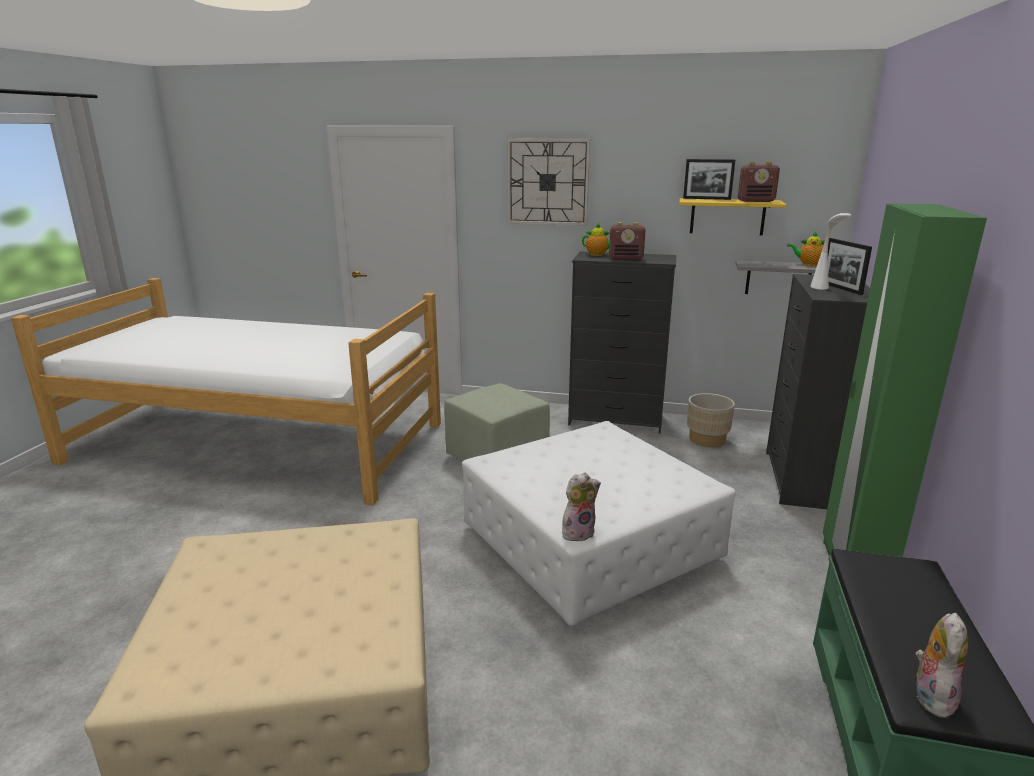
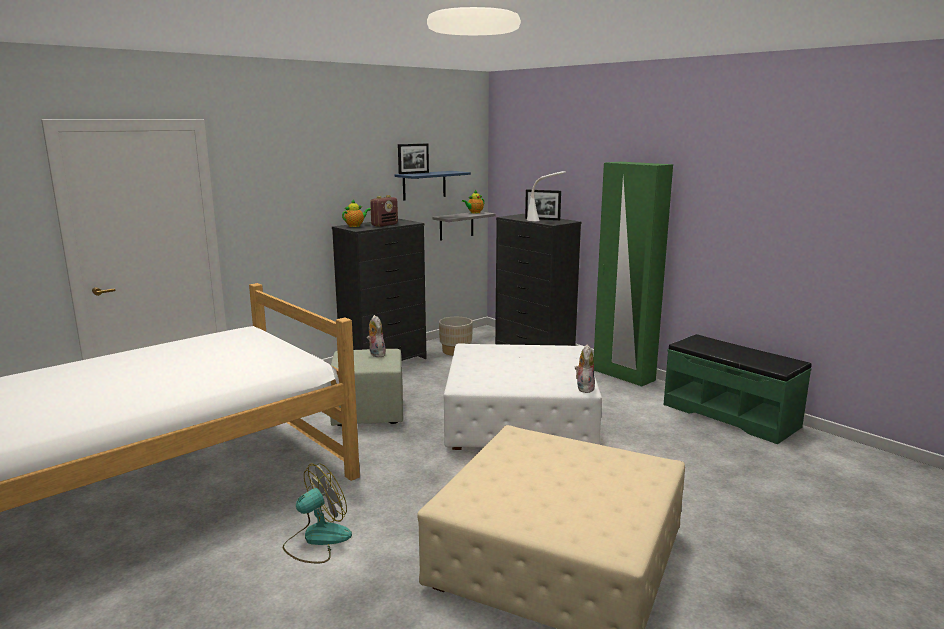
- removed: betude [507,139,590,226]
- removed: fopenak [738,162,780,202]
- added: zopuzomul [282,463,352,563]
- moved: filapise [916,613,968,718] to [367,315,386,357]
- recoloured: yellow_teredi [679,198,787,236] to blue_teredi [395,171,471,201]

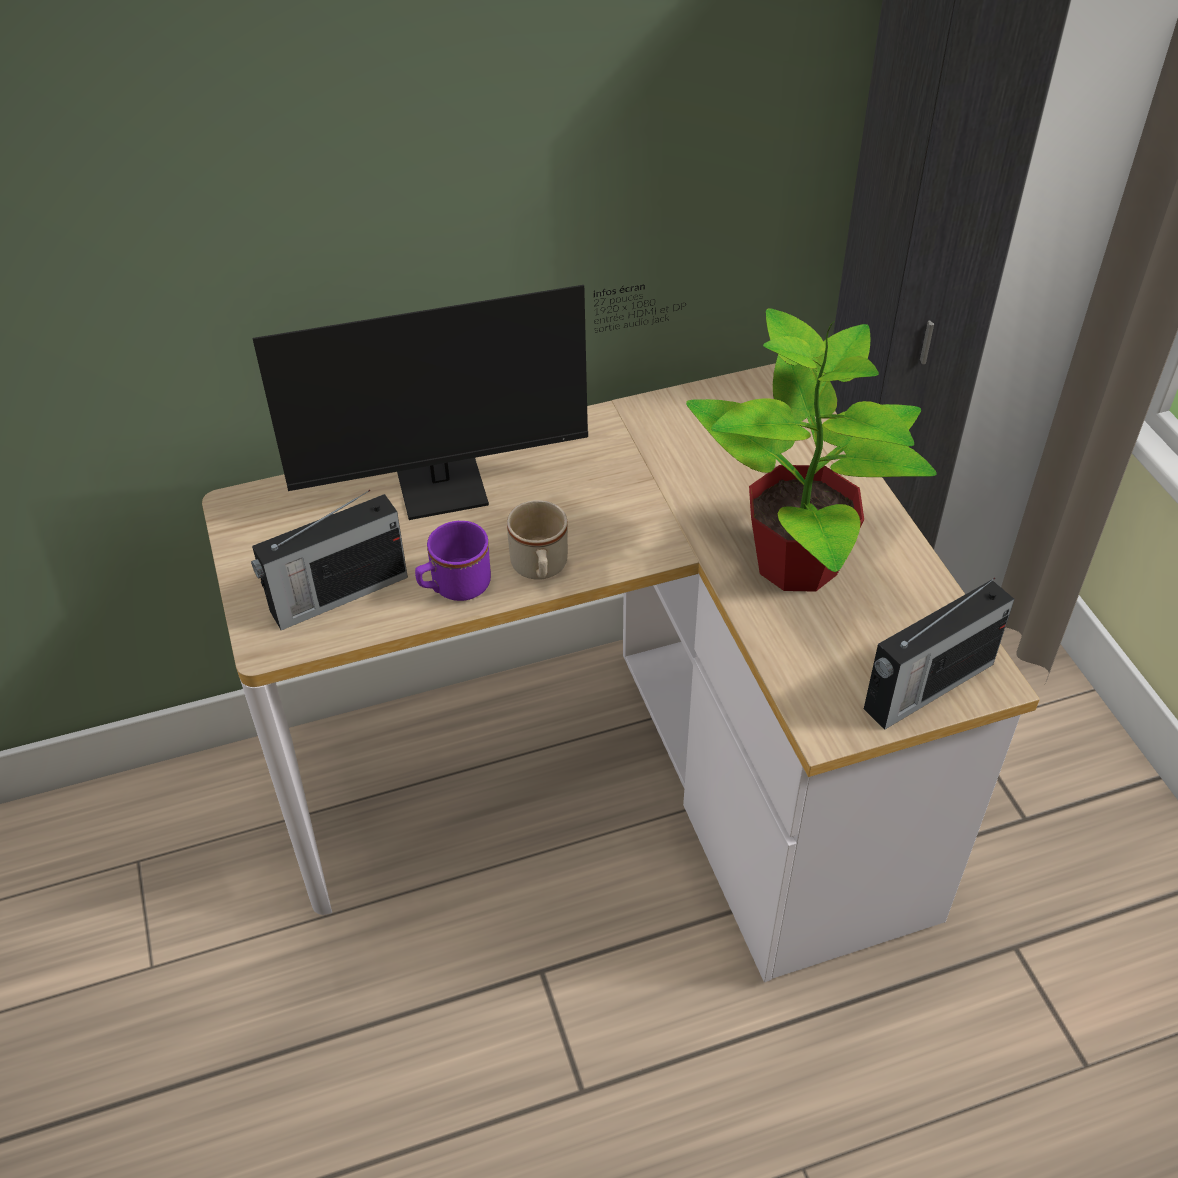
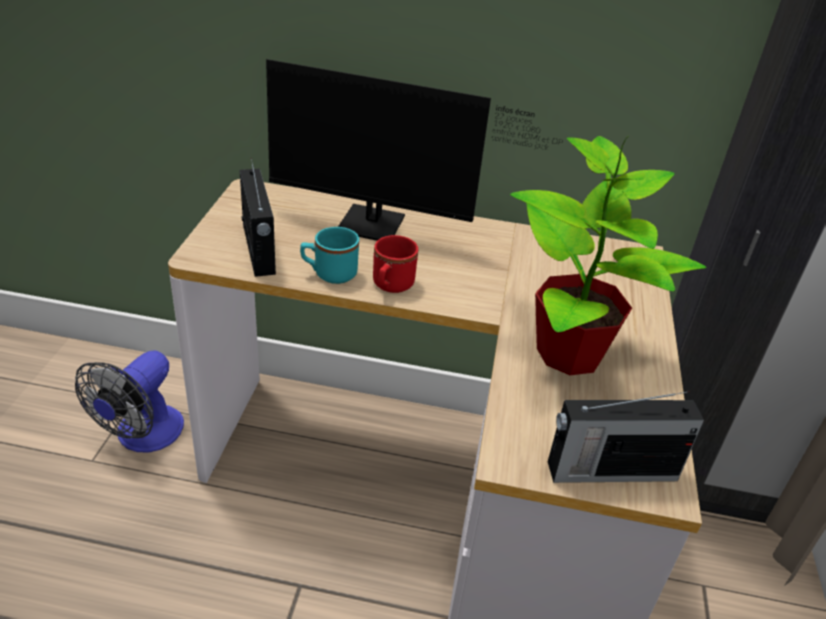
- added: zopuzomul [75,350,184,453]
- recoloured: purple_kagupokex [415,521,491,601] to turquoise_kagupokex [300,227,359,284]
- recoloured: beige_kagupokex [507,500,568,580] to red_kagupokex [373,235,418,293]
- turned: fopenak [251,490,408,630] = [240,158,276,277] 105 degrees counterclockwise

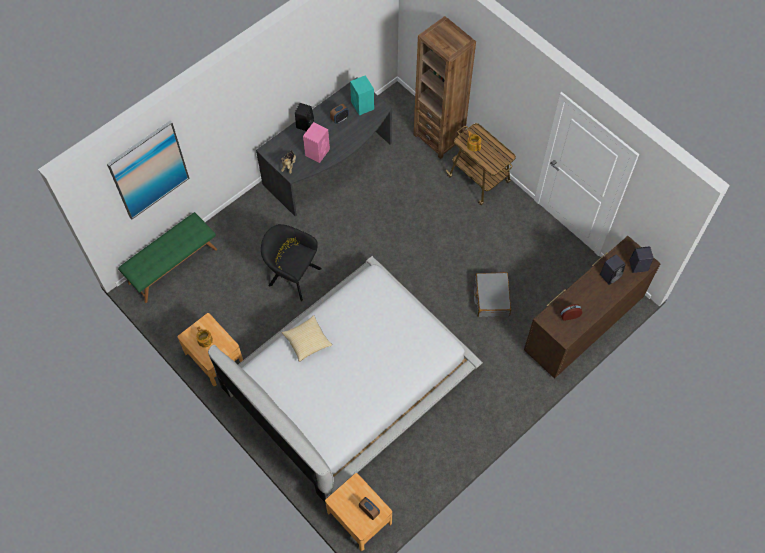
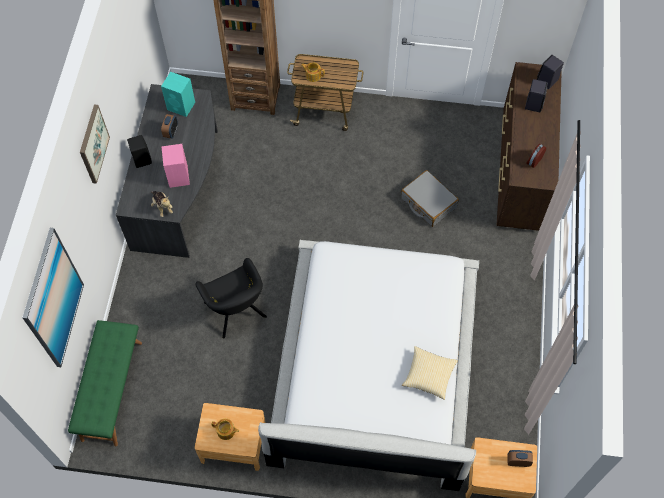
- added: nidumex [80,105,110,184]
- moved: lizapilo [282,315,332,362] to [402,346,458,400]
- turned: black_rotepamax [261,224,322,301] = [196,258,267,339] 105 degrees counterclockwise

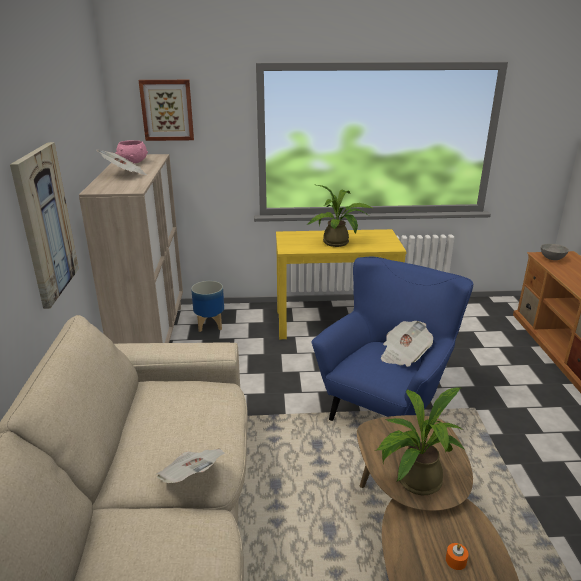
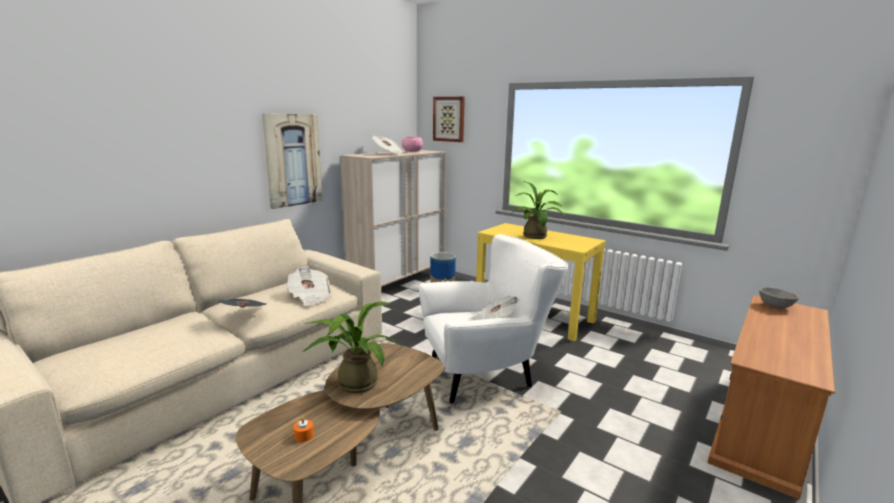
- added: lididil [287,267,331,306]
- recoloured: blue_rotepamax [312,257,473,421] to white_rotepamax [418,234,569,403]

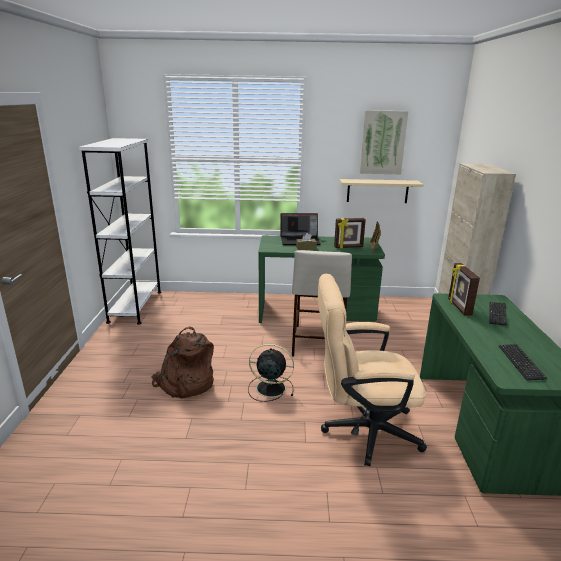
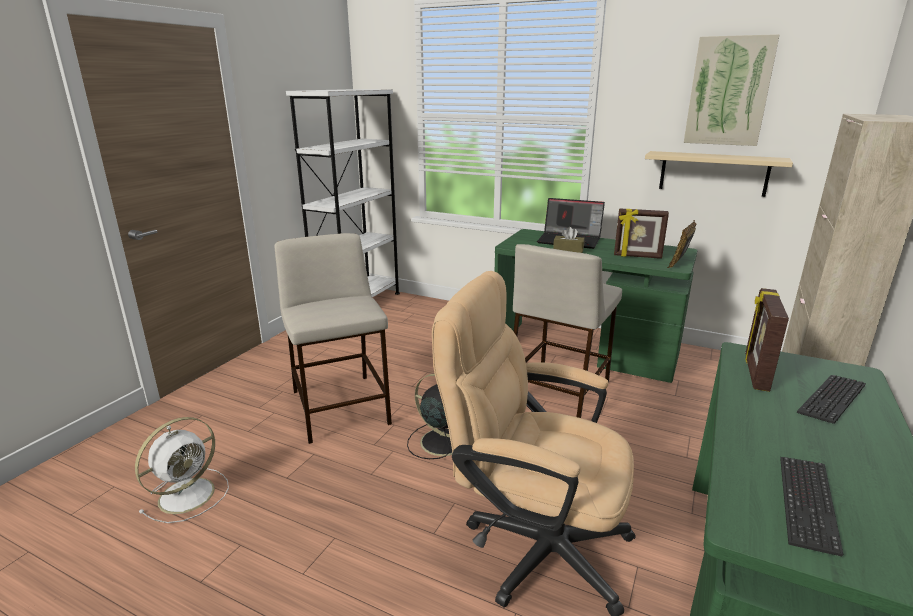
- added: white_zopuzomul [135,417,229,523]
- replaced: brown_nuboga [151,327,214,398] to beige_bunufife [274,233,392,444]

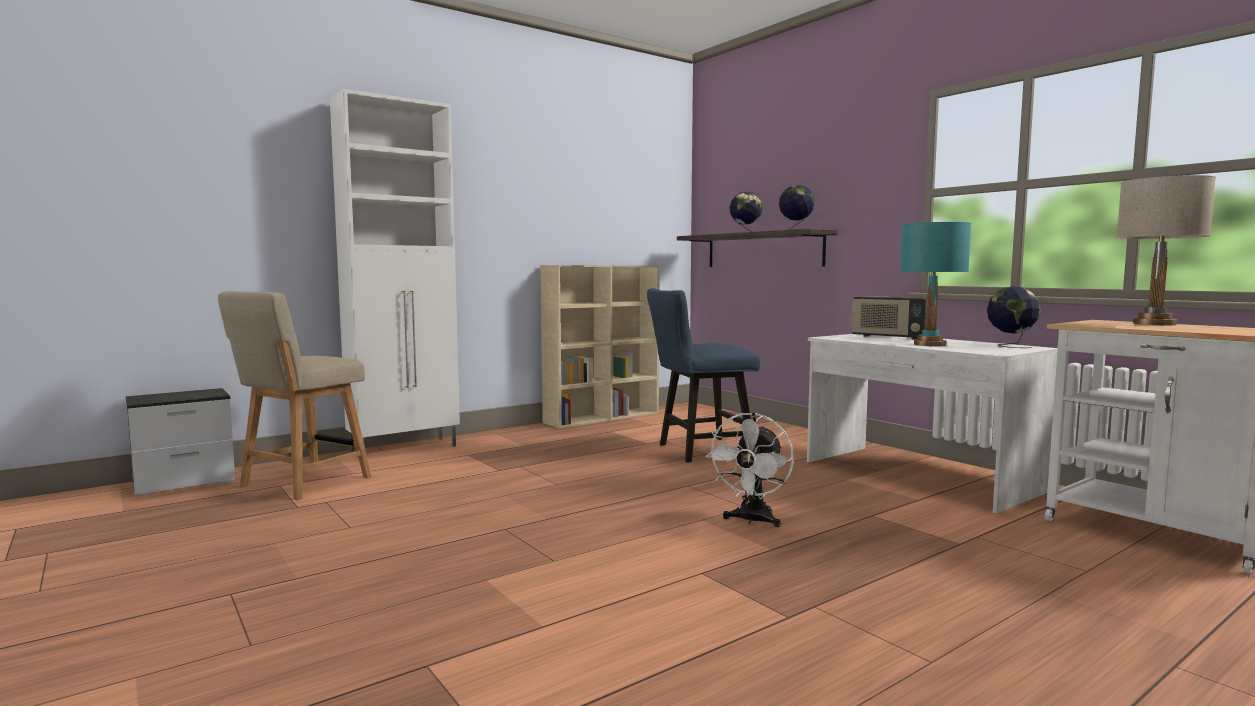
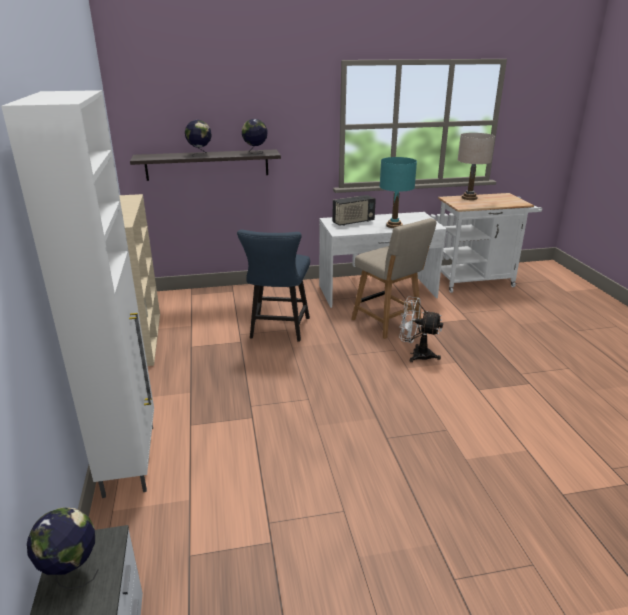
- moved: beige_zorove [218,291,371,500] to [351,218,436,339]
- moved: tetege [987,286,1041,348] to [27,507,99,589]
- turned: white_zopuzomul [706,412,794,527] = [399,296,443,362] 150 degrees clockwise

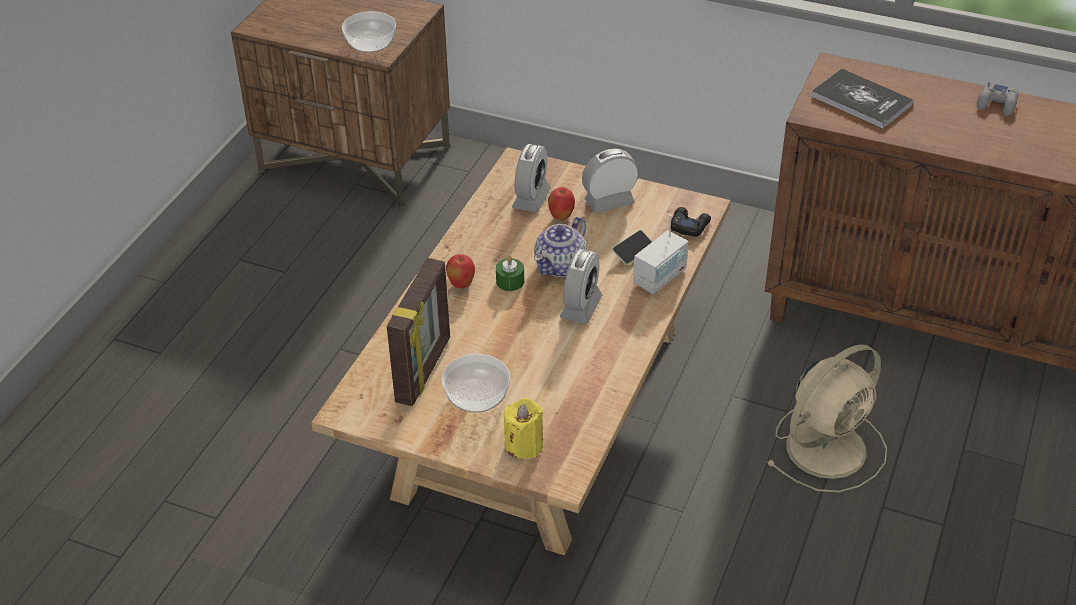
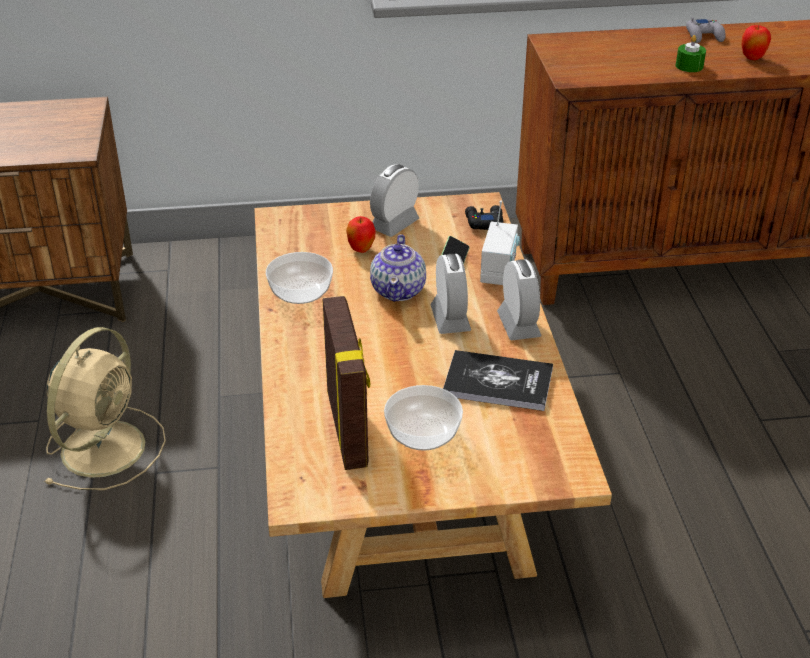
- removed: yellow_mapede [504,398,543,459]
- moved: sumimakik [342,11,396,52] to [266,252,333,304]
- moved: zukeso [446,254,475,289] to [742,25,771,60]
- moved: green_mapede [496,256,524,291] to [676,35,706,72]
- moved: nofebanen [512,144,551,213] to [497,259,542,340]
- moved: beige_zopuzomul [766,344,887,492] to [44,327,166,490]
- moved: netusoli [811,69,913,129] to [443,350,553,411]

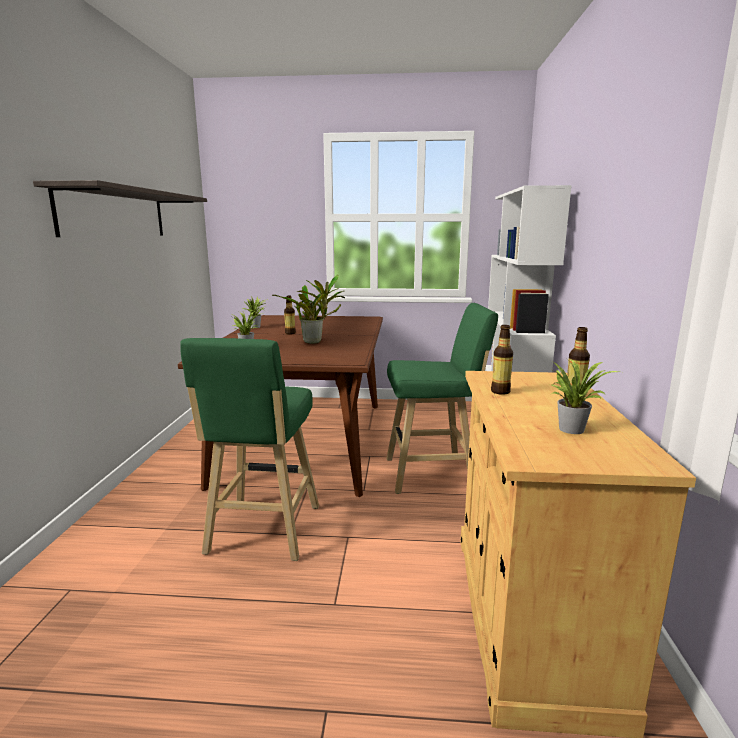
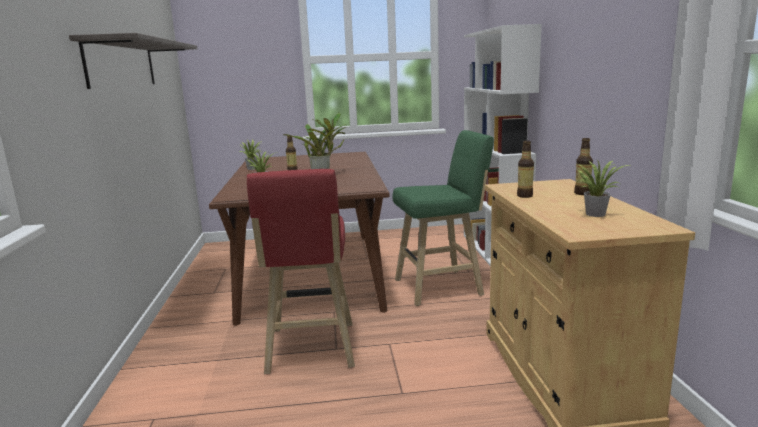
- recoloured: green_bunufife [180,338,319,561] to red_bunufife [247,169,355,375]

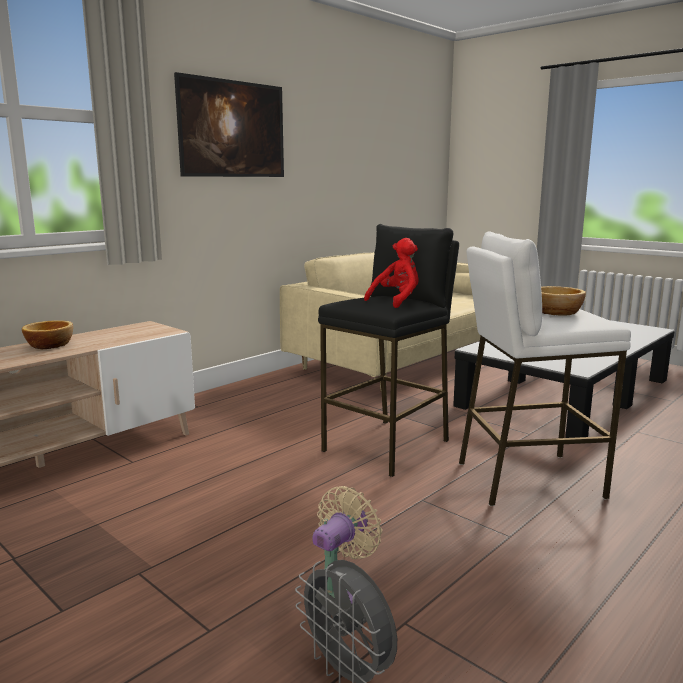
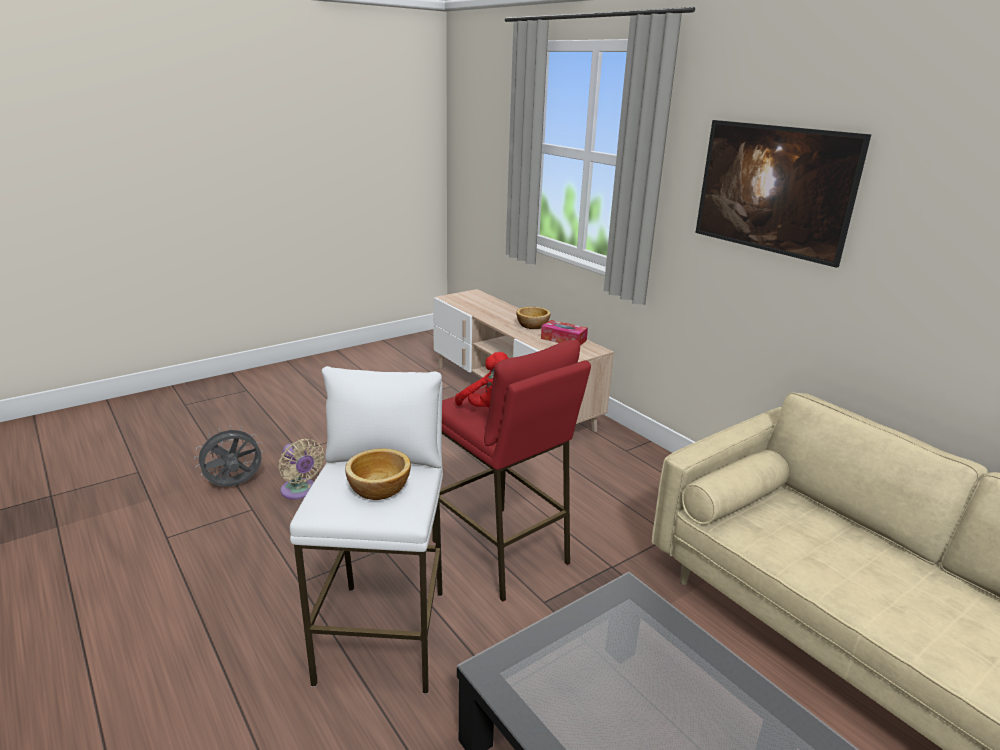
- added: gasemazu [541,320,588,346]
- recoloured: black_bunufife [318,224,459,477] to red_bunufife [432,340,591,602]

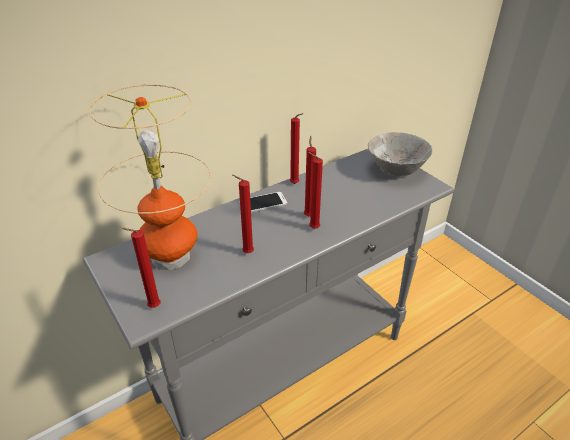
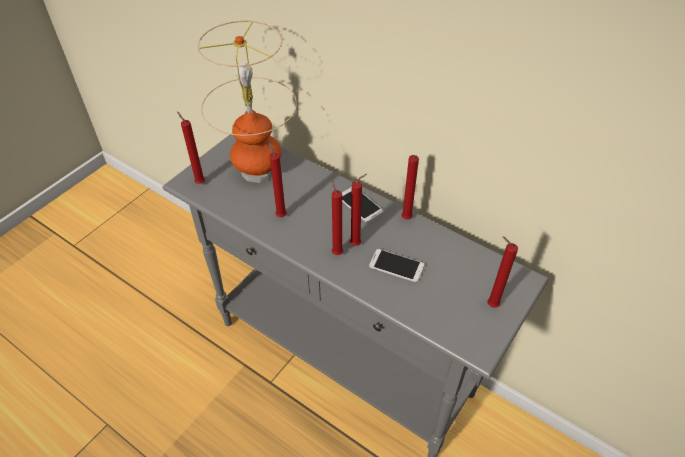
- added: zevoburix [369,249,425,282]
- replaced: grey_sumimakik [368,132,432,177] to red_mapede [488,236,518,308]

